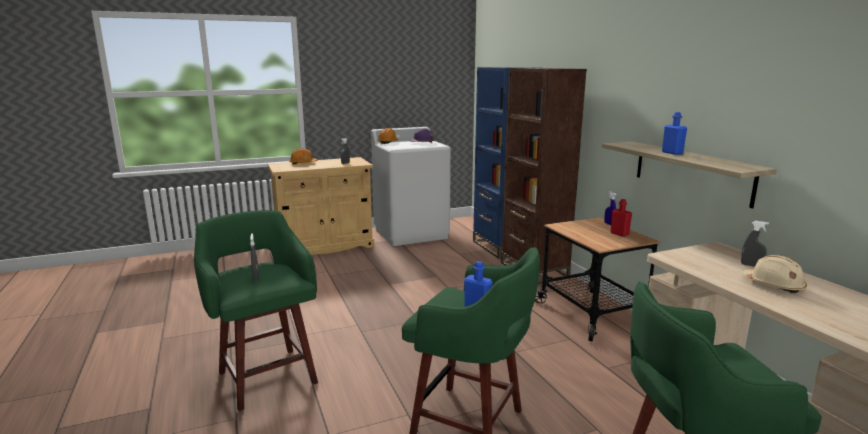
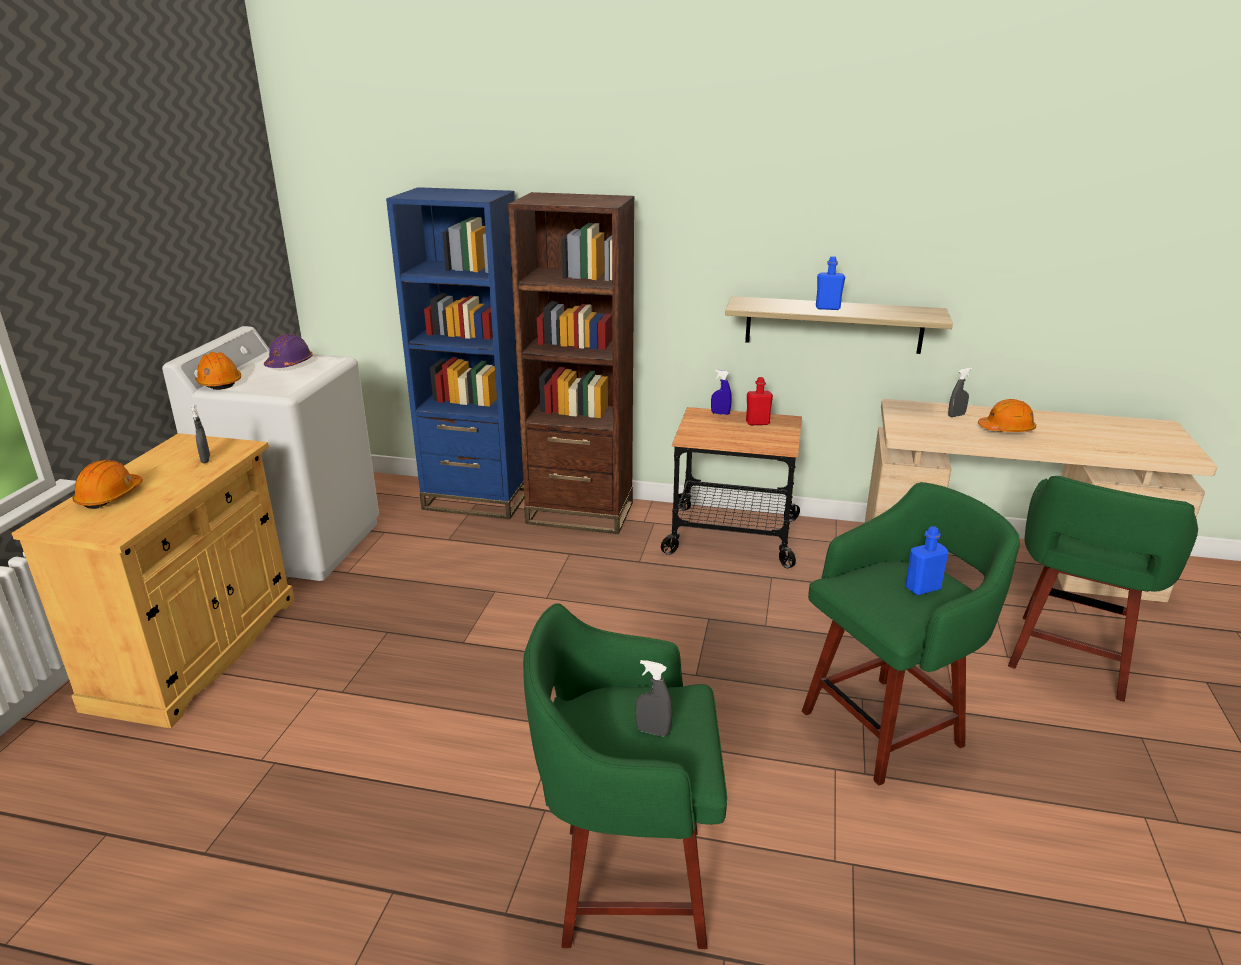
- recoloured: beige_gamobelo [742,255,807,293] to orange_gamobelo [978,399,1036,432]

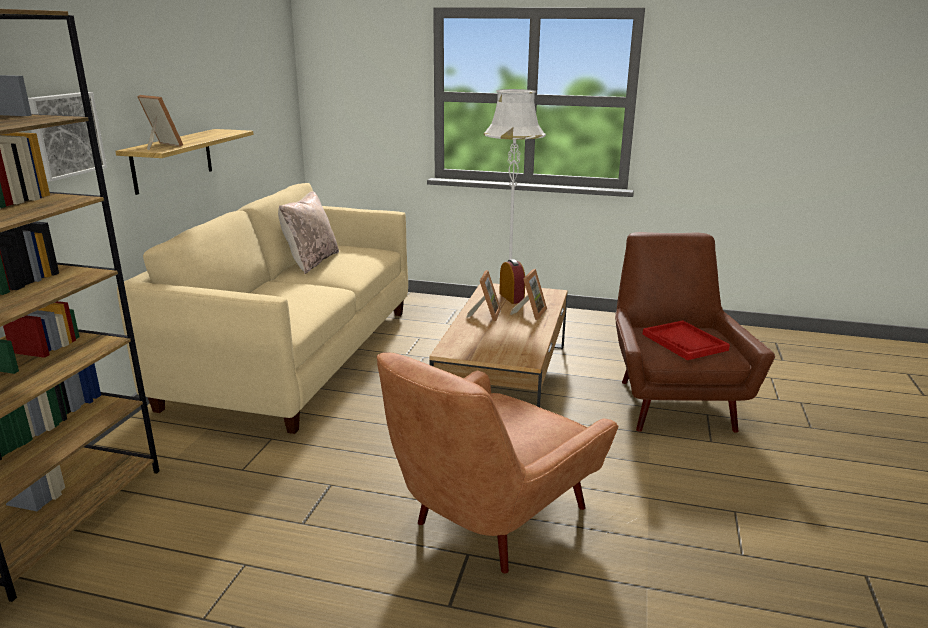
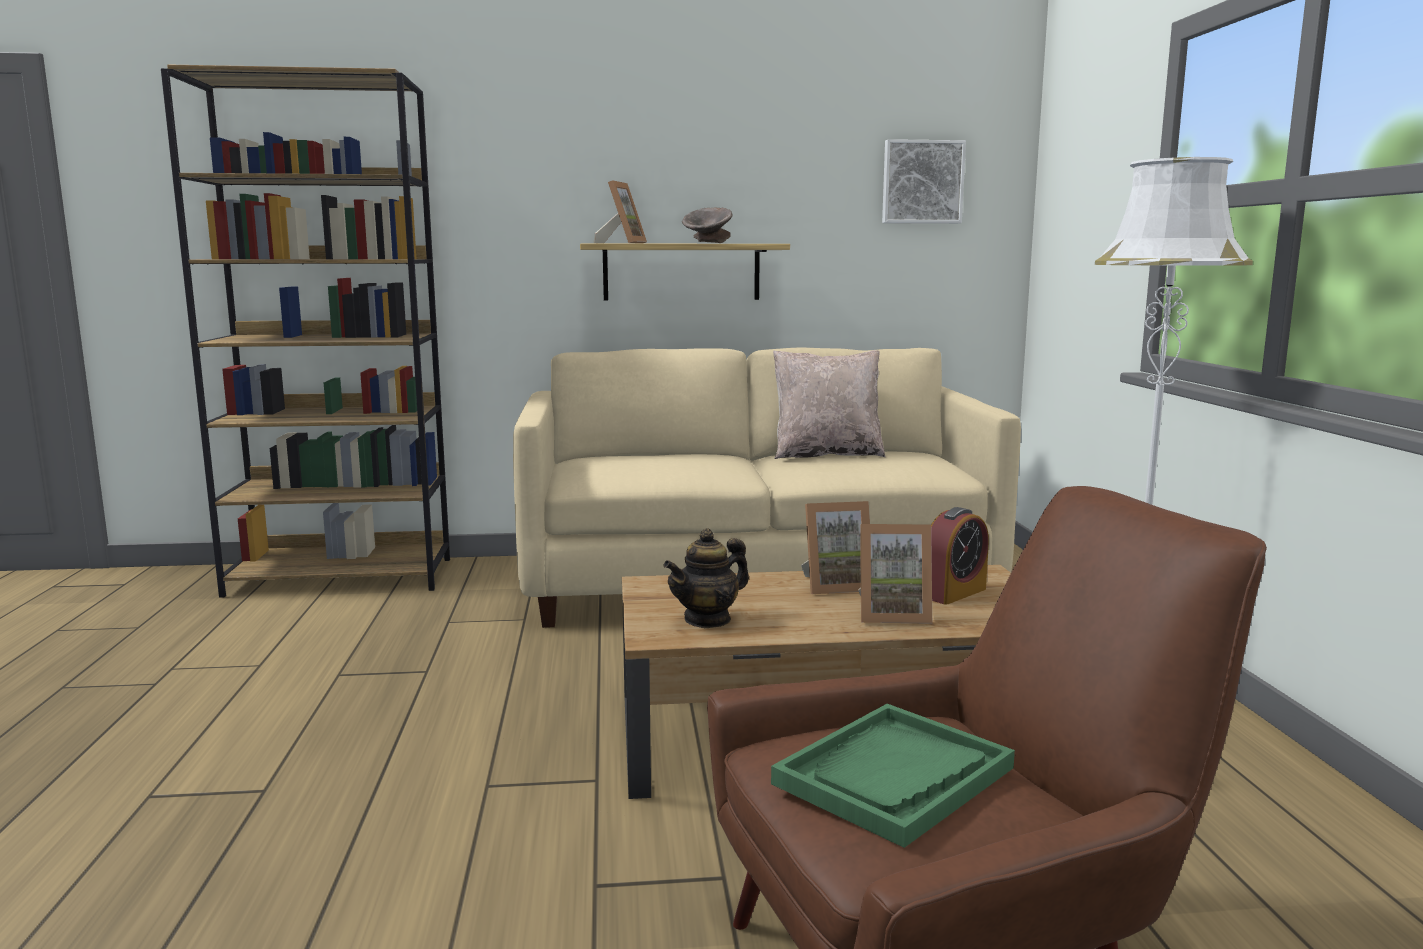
- removed: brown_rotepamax [377,353,619,573]
- added: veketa [664,528,749,628]
- added: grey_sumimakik [682,208,733,243]
- moved: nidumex [28,92,107,182] to [882,139,966,223]
- recoloured: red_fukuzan [643,320,730,360] to green_fukuzan [771,704,1015,848]

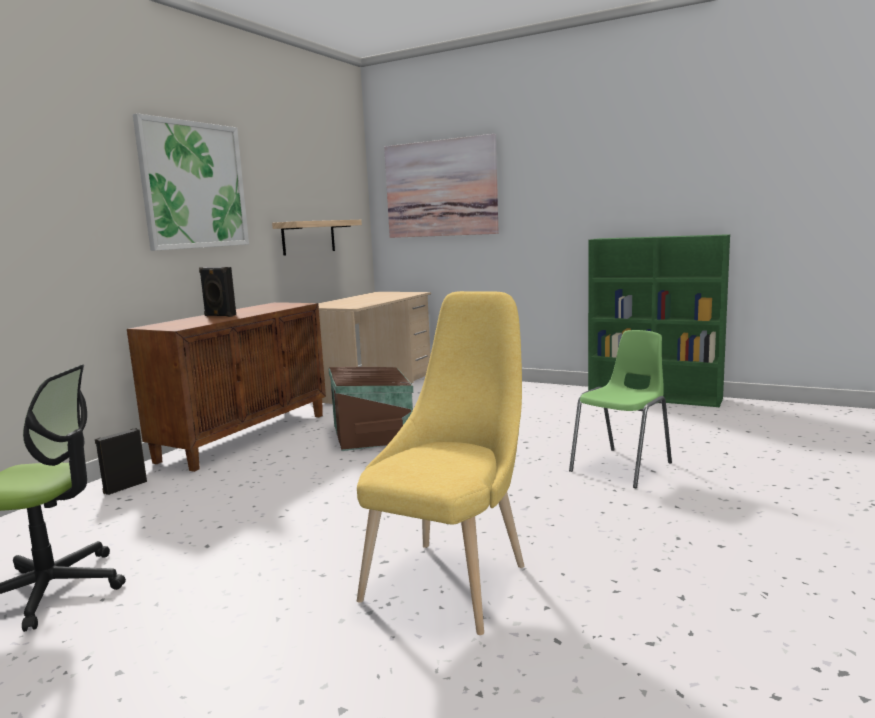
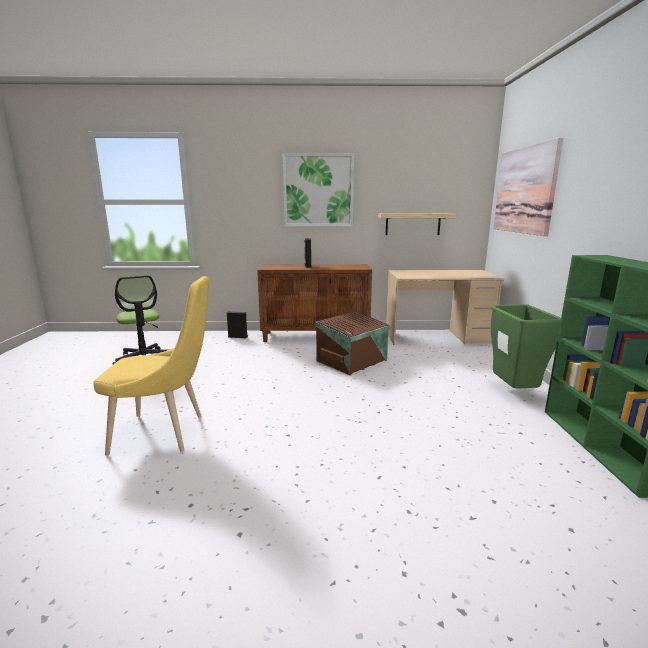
- removed: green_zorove [569,330,672,488]
- added: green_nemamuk [491,304,561,389]

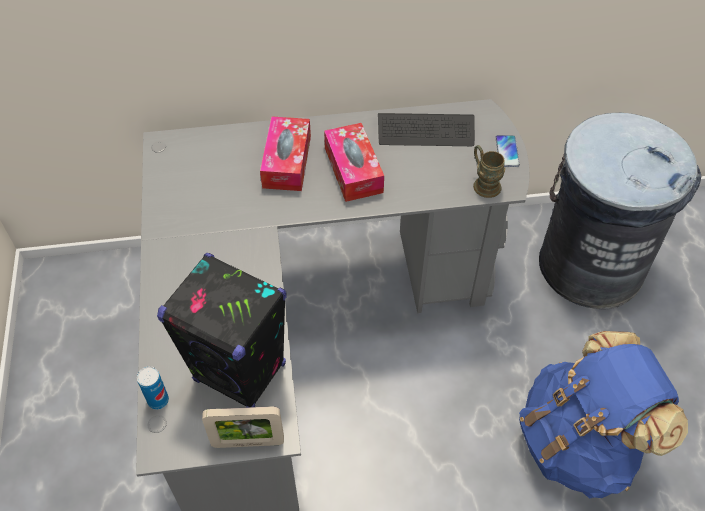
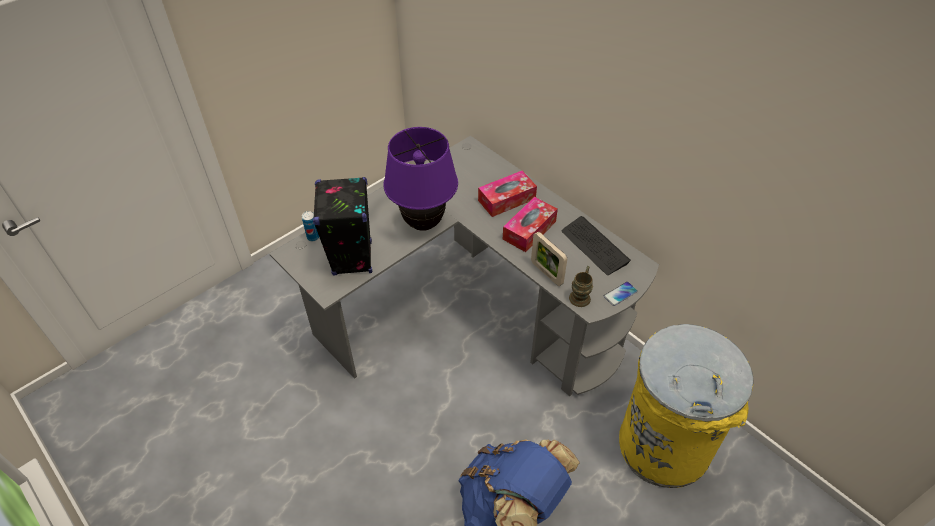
- added: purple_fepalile [383,127,458,231]
- moved: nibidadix [202,406,284,448] to [531,232,567,286]
- recoloured: grey_nemamuk [539,113,701,309] to yellow_nemamuk [619,324,753,488]

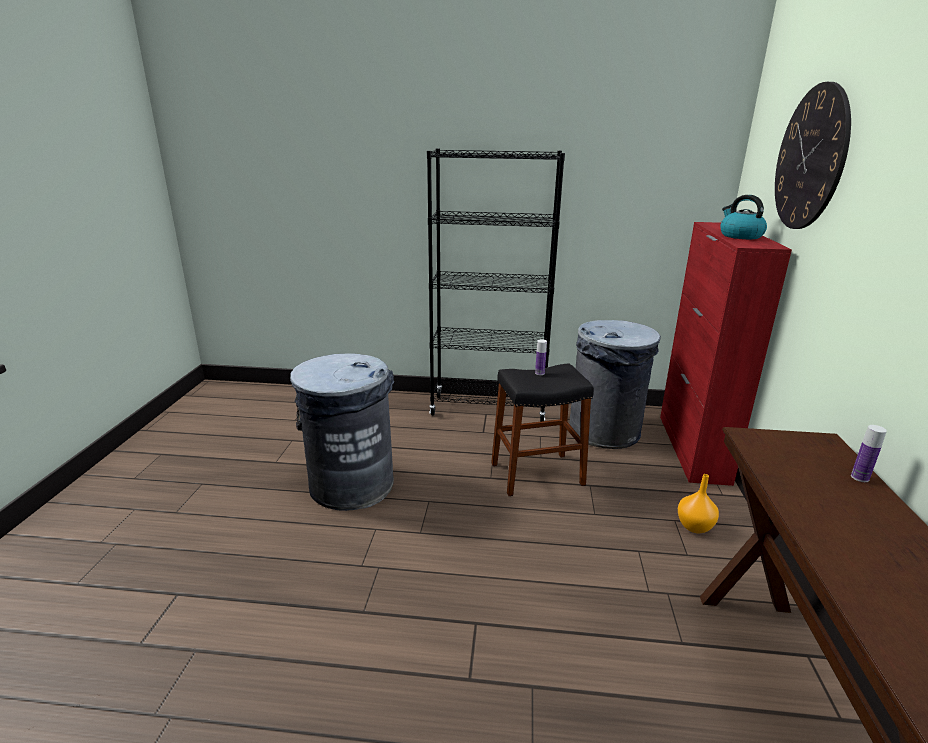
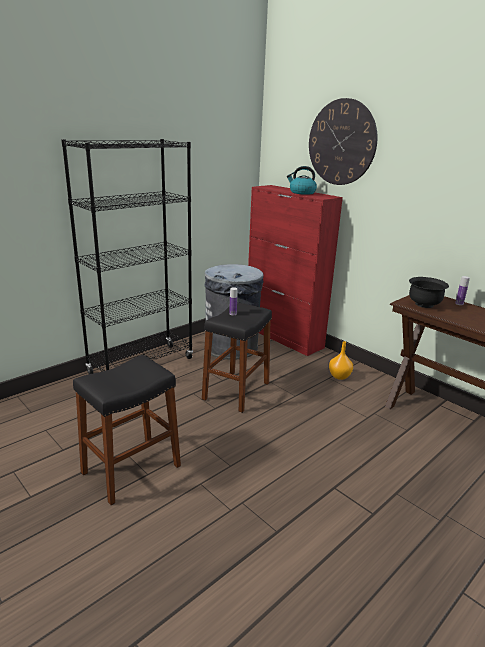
- added: black_sumimakik [409,277,449,308]
- replaced: grey_nemamuk [290,353,394,511] to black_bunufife [73,355,181,505]

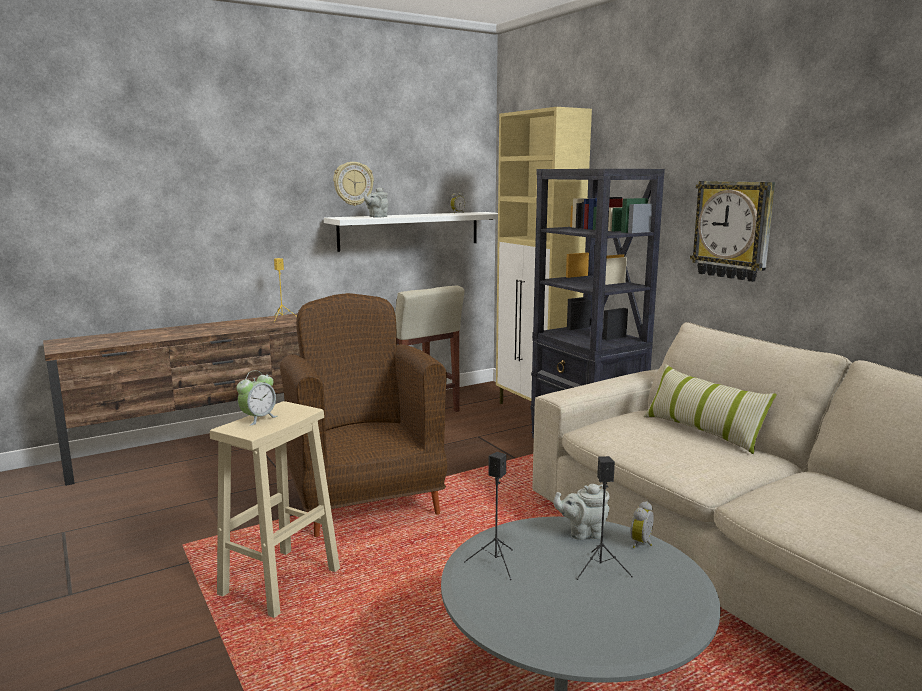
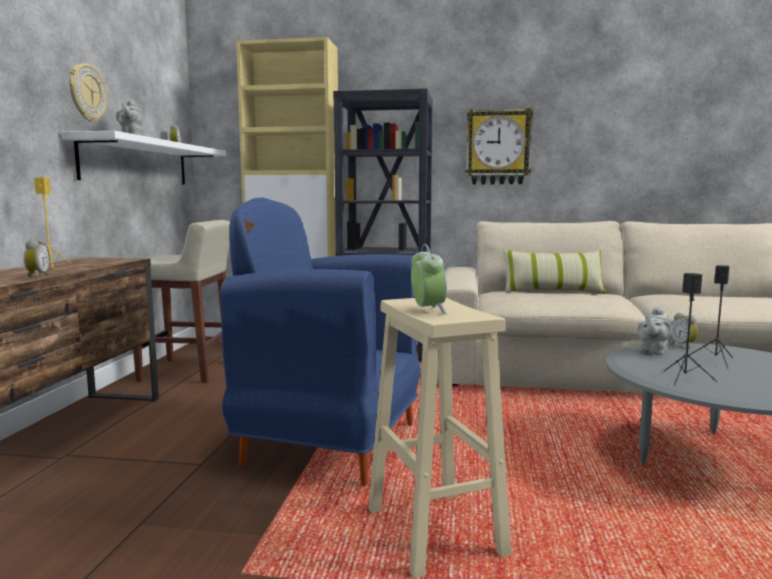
- added: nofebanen [24,238,50,278]
- recoloured: brown_rotepamax [280,293,448,537] to blue_rotepamax [220,197,420,486]

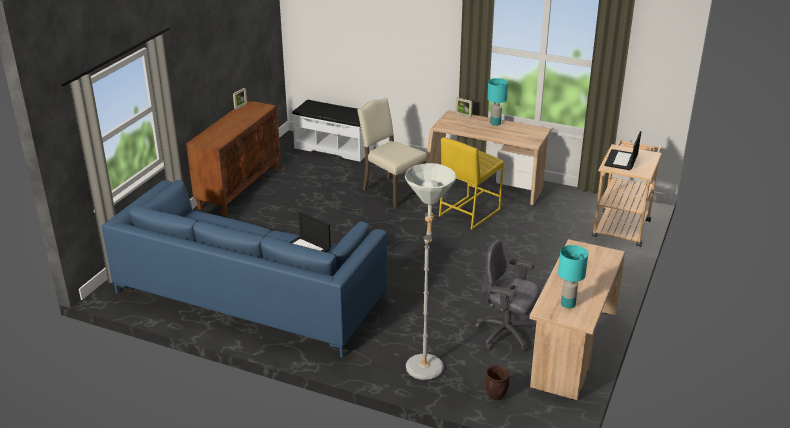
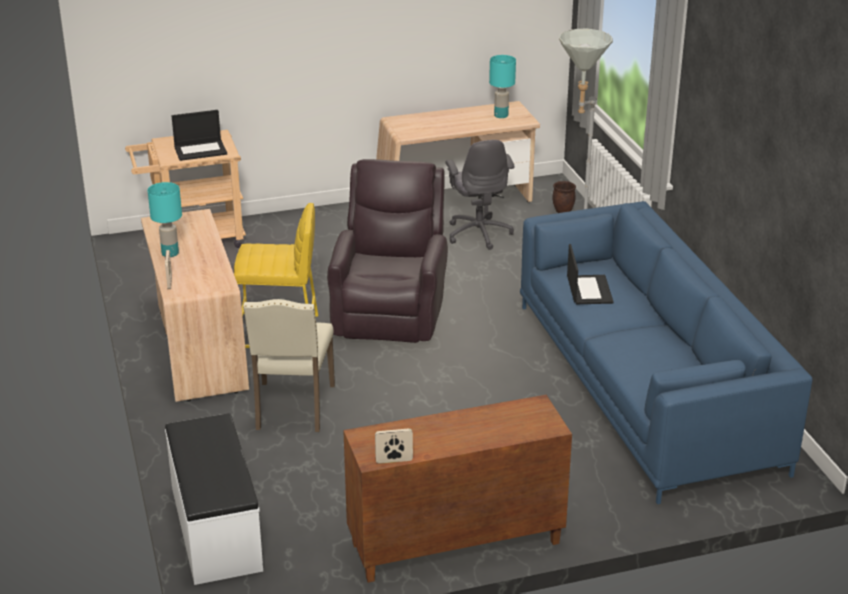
- added: brown_rotepamax [327,159,448,343]

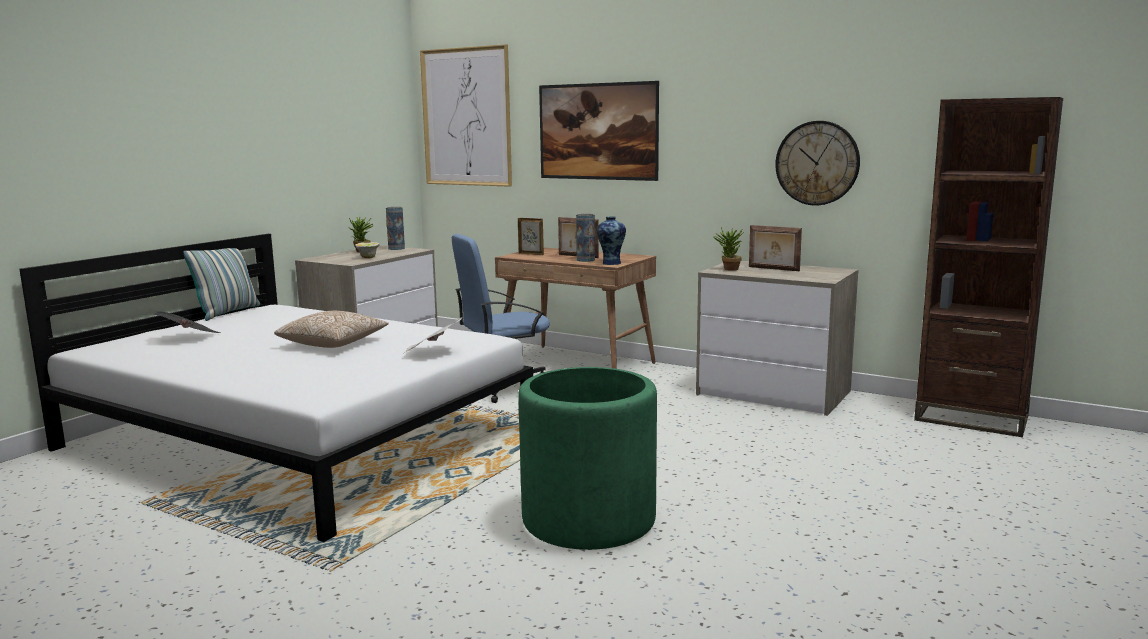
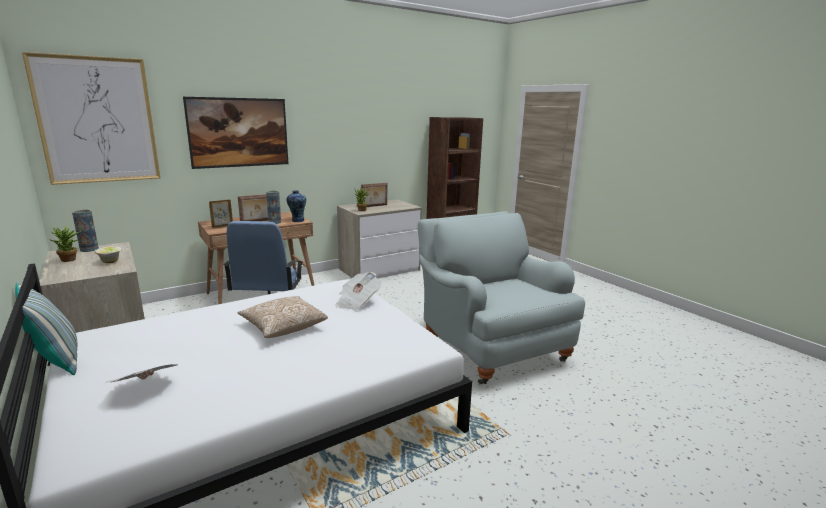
- removed: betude [775,121,860,206]
- replaced: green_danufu [518,367,657,550] to grey_rotepamax [418,211,585,384]

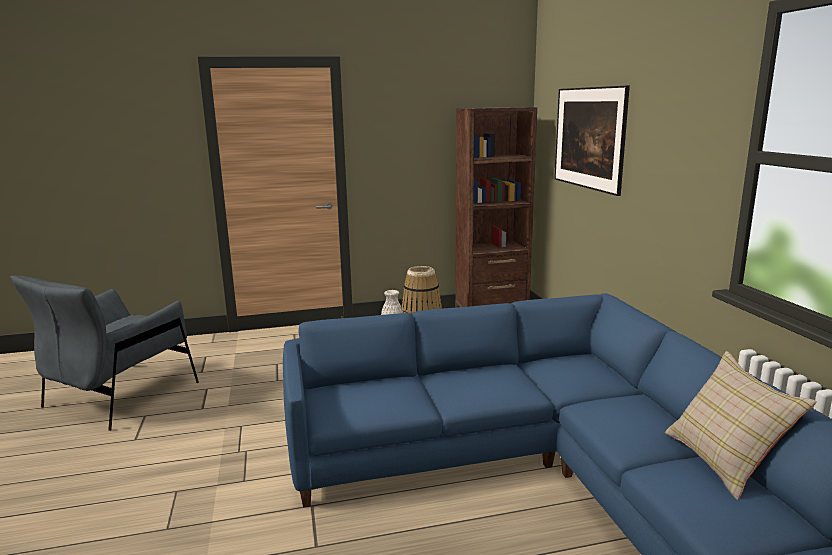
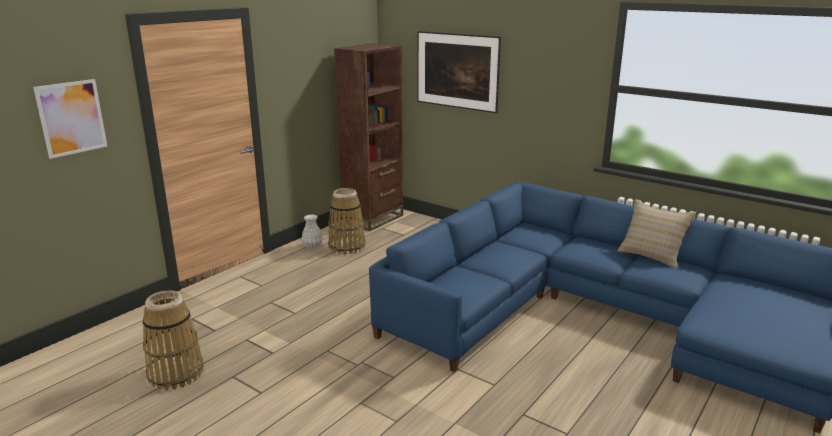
- added: nidumex [33,79,107,159]
- replaced: grey_rotepamax [10,276,199,431] to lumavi [143,291,204,390]

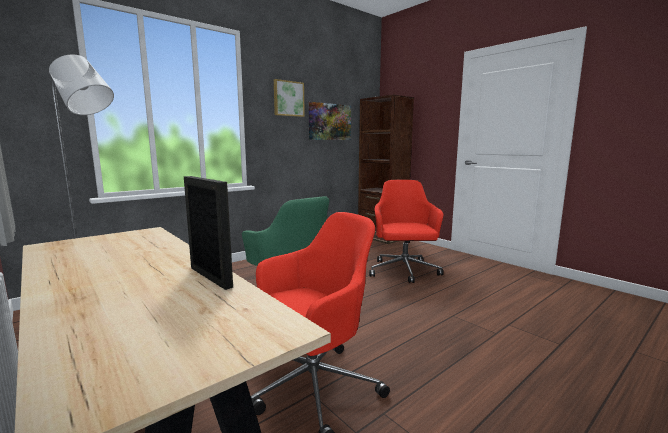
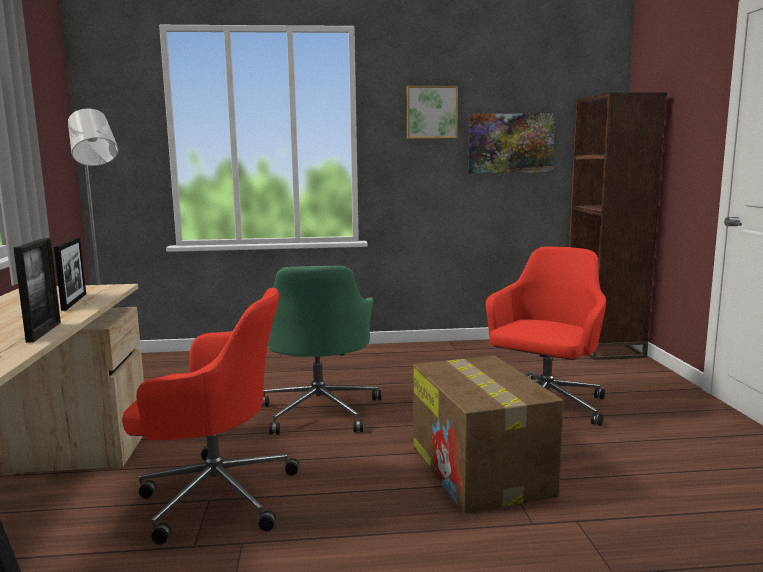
- added: nibidadix [54,237,86,311]
- added: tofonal [413,355,564,514]

